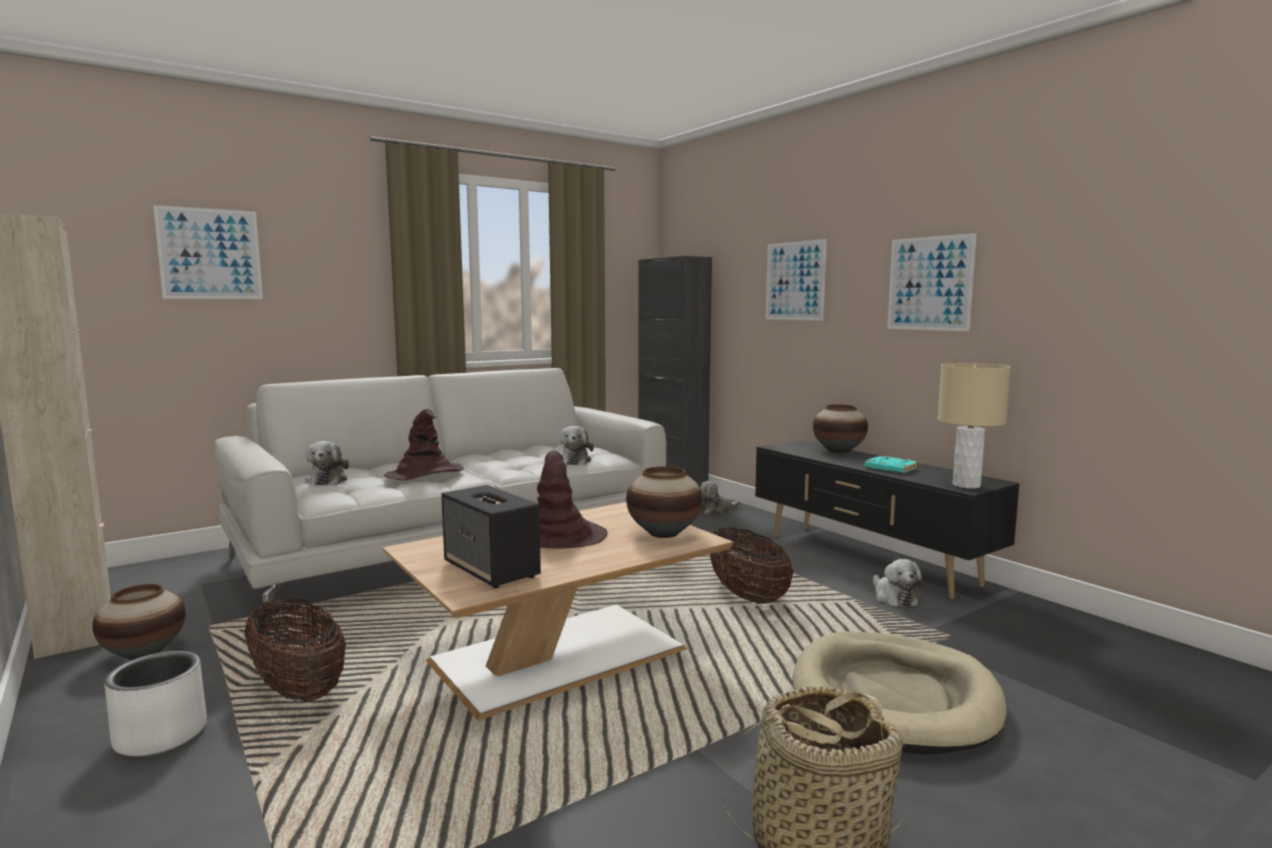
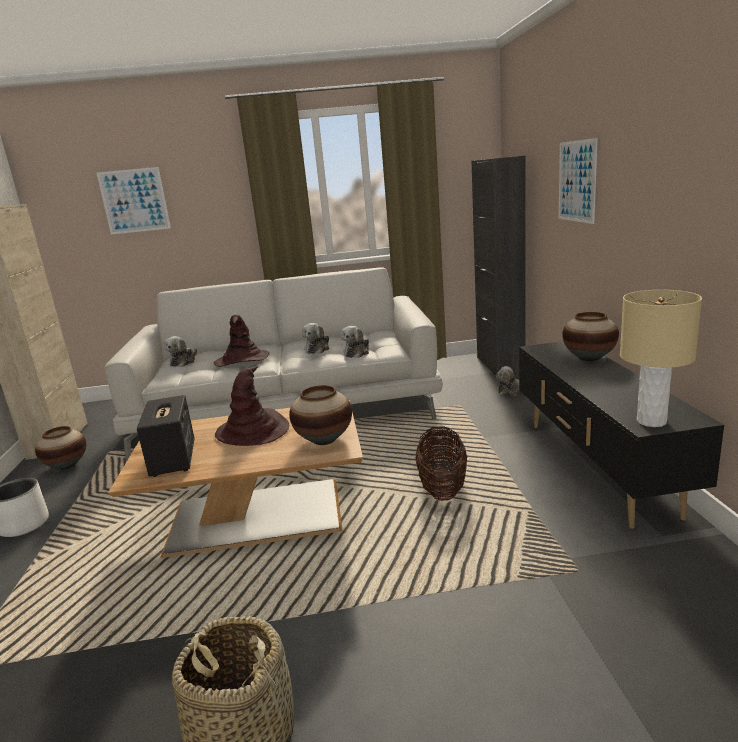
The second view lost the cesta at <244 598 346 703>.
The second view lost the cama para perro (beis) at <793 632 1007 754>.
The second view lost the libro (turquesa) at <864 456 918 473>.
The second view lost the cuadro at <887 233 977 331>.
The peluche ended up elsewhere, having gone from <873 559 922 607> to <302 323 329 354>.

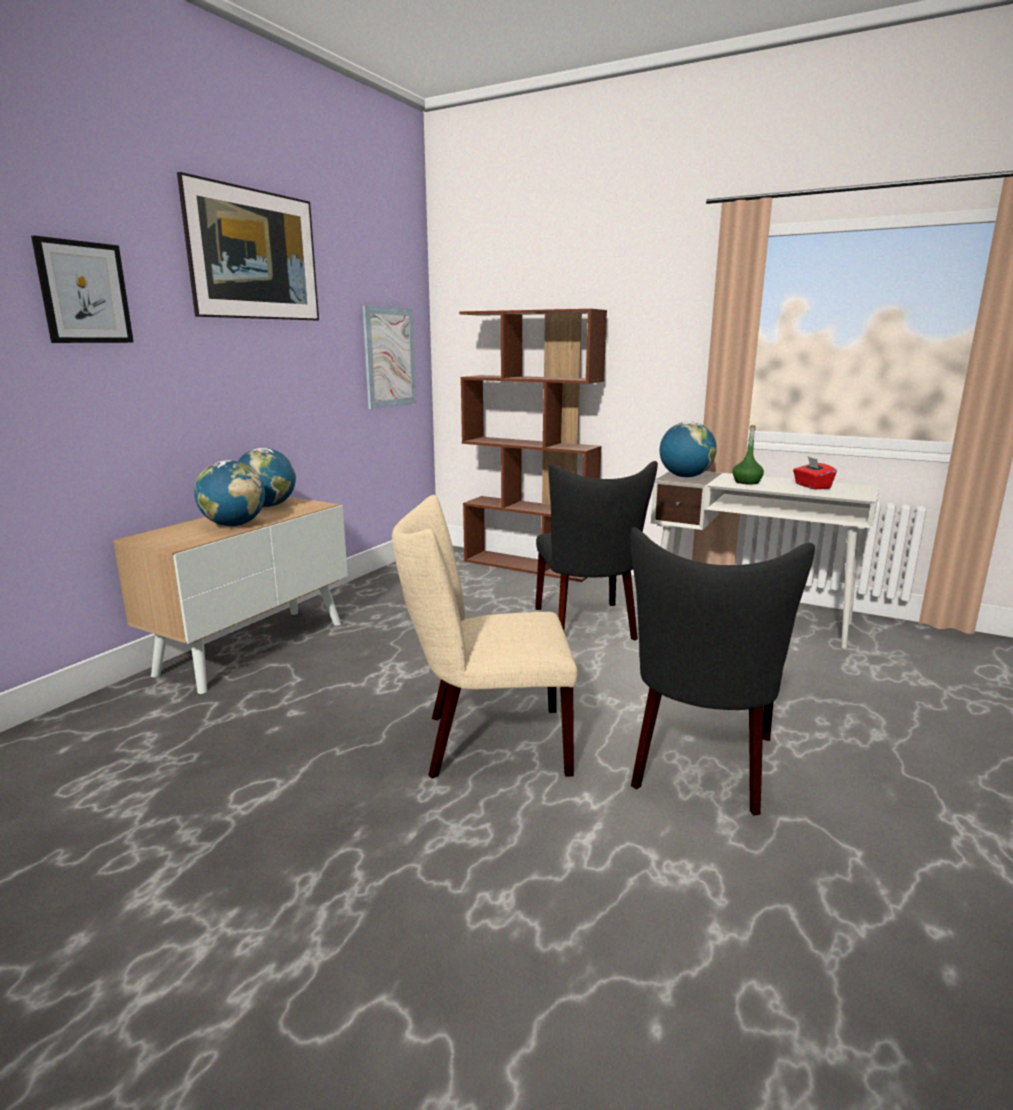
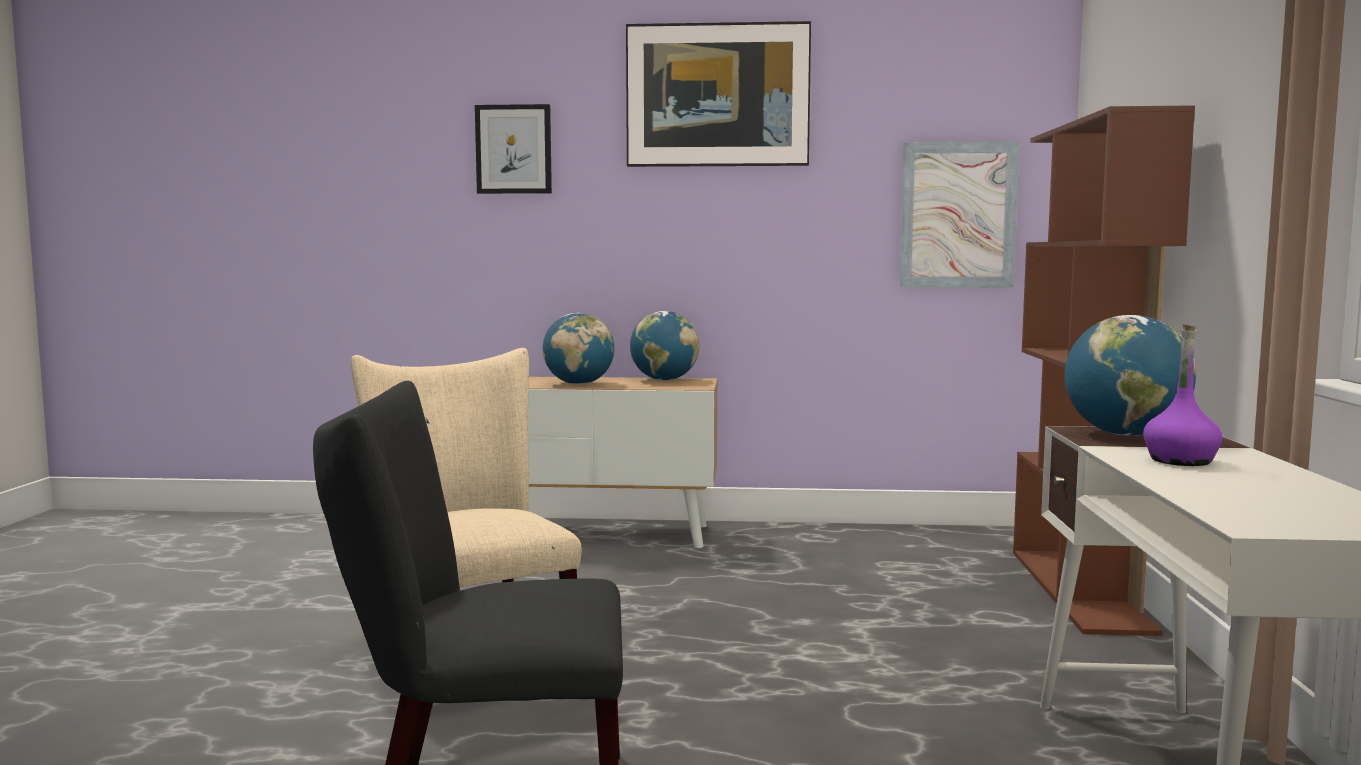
The second view lost the silla (negro) at <535 461 658 640>.
The second view lost the caja de pañuelos (rojo) at <793 457 837 489>.
What was the botella (verde) at <732 425 764 485> turned into the botella (morado) at <1143 324 1223 466>.

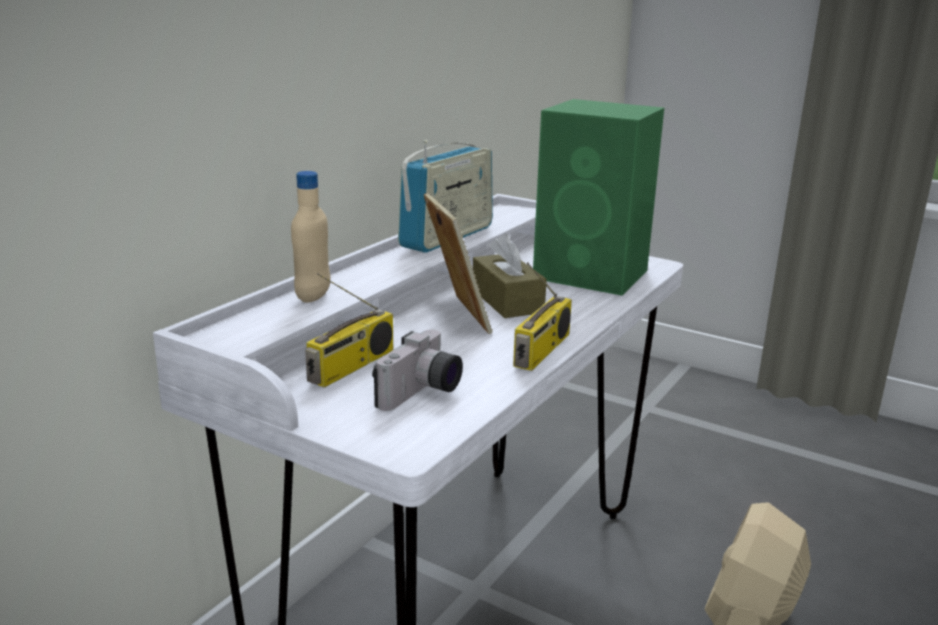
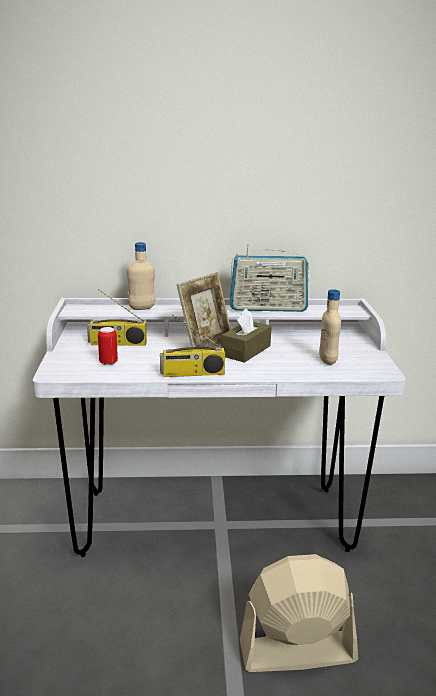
Where the cámara stood at <372 329 463 411>, the lata came to stand at <98 327 118 365>.
Where the altavoz (verde) stood at <533 99 664 296>, the botella (beis) came to stand at <319 289 341 365>.

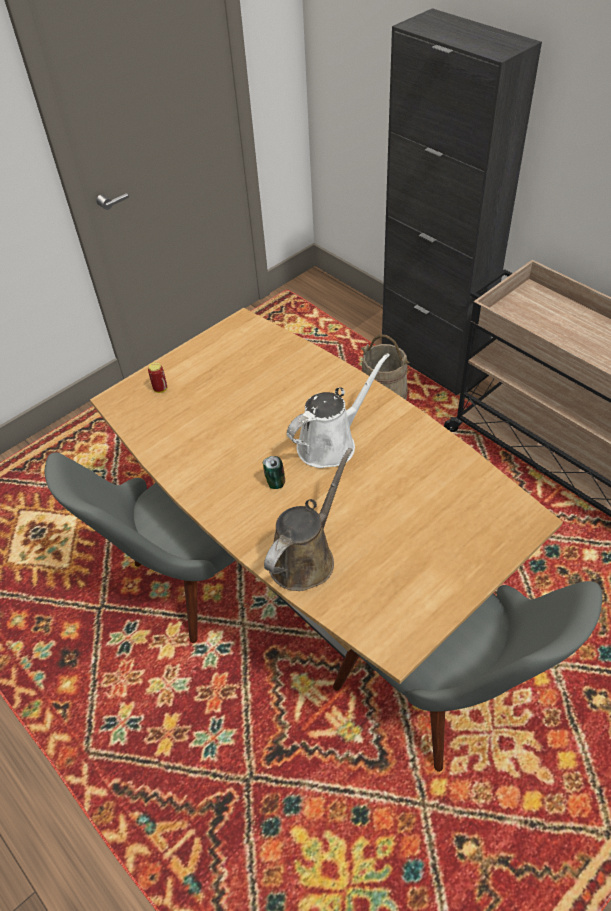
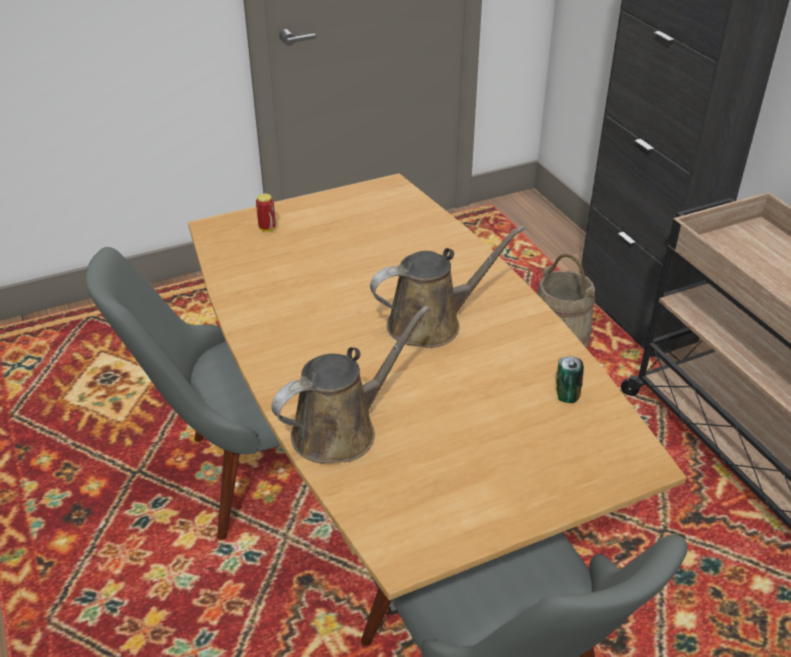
The lata ended up elsewhere, having gone from <263 456 285 489> to <556 356 584 403>.
What was the regadera (blanco) at <287 353 390 468> turned into the regadera (marrón) at <370 226 525 348>.

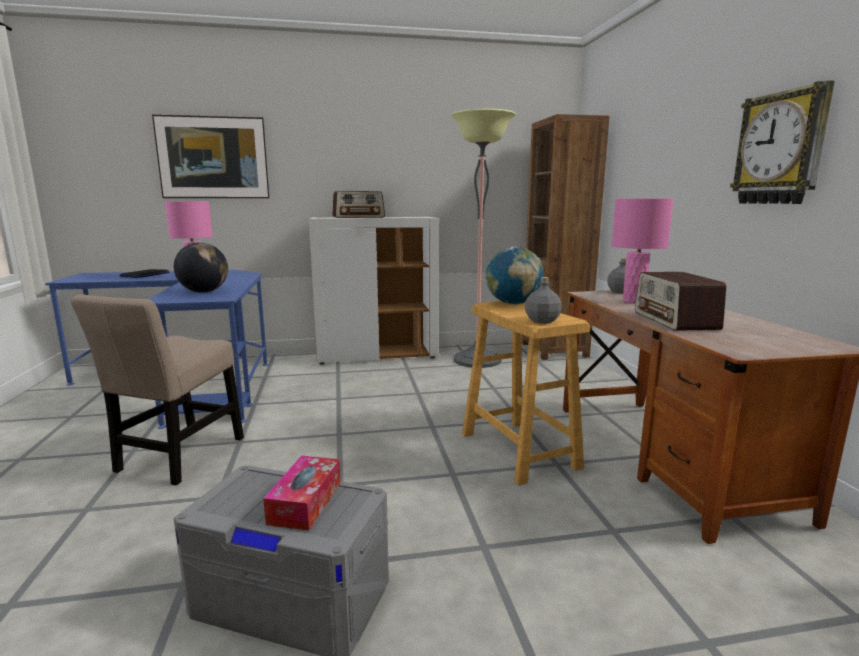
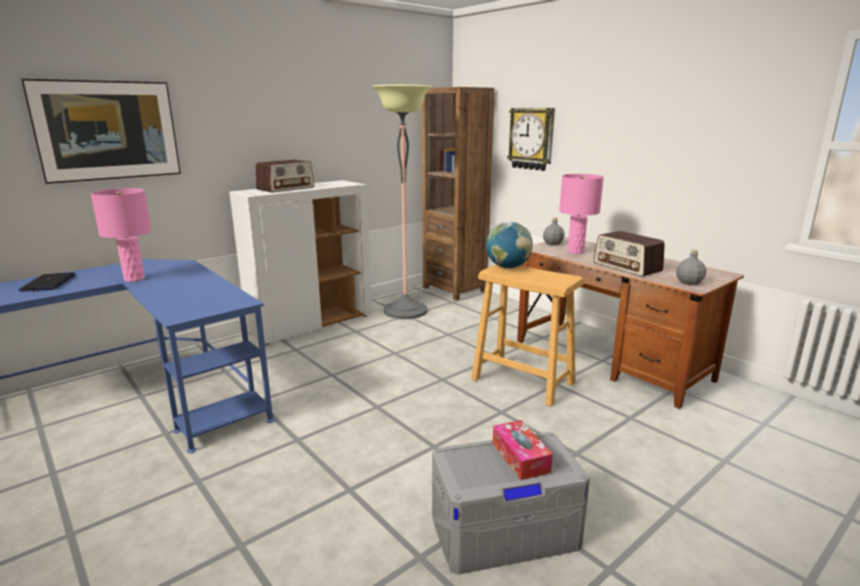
The second view lost the silla (beis) at <71 294 244 485>.
The second view lost the globo terráqueo at <174 242 228 293>.
The botella (gris) ended up elsewhere, having gone from <525 277 562 324> to <676 249 706 285>.
The reloj de pared ended up elsewhere, having gone from <730 80 835 204> to <507 108 555 171>.

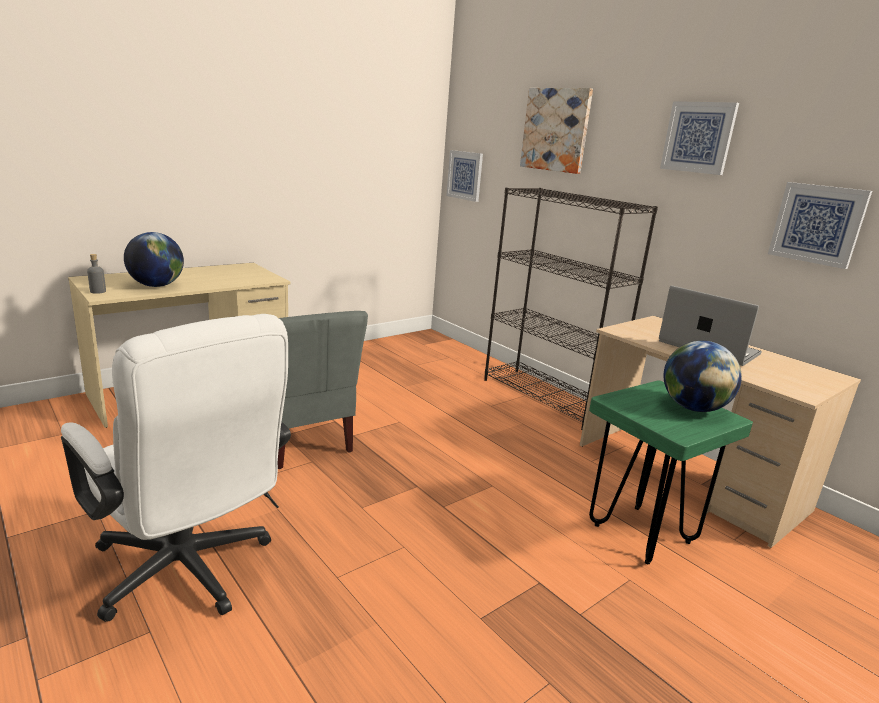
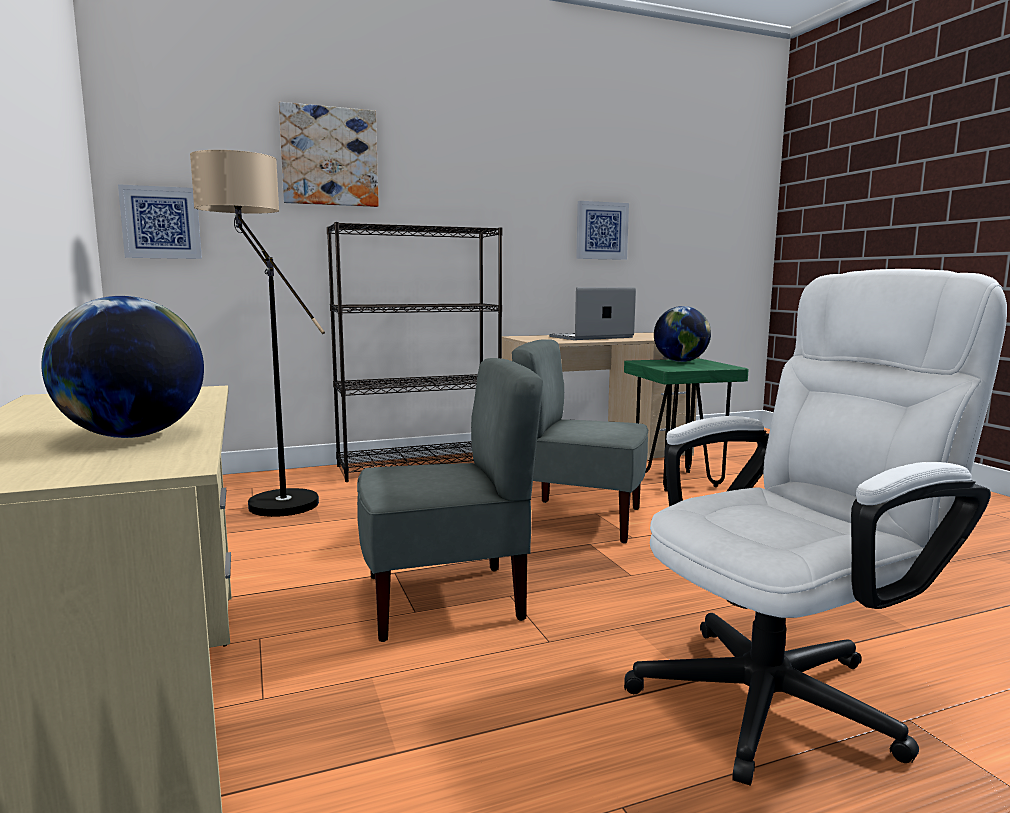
The second view lost the botella (gris) at <87 254 106 294>.
The second view lost the cuadro at <660 101 739 175>.
The second view gained the lámpara de pie at <190 150 325 517>.
The second view gained the silla (gris) at <512 339 648 543>.

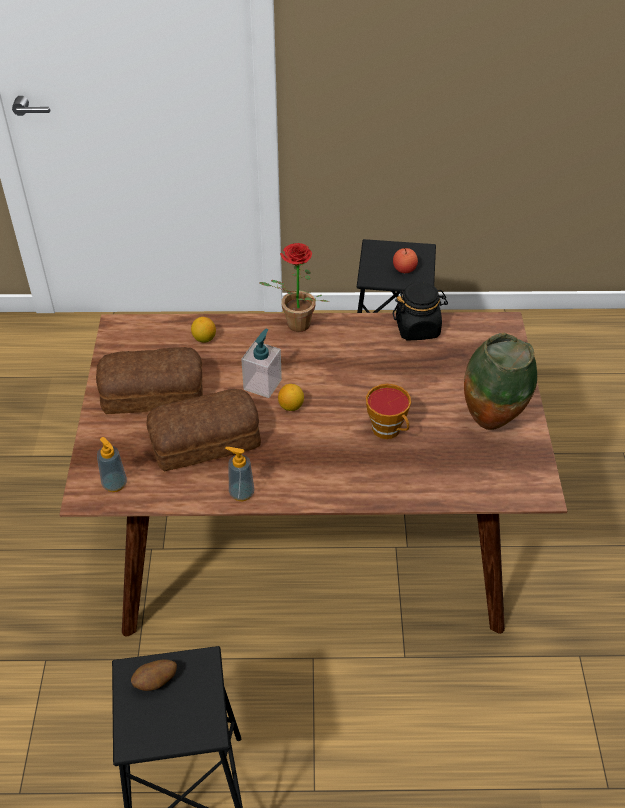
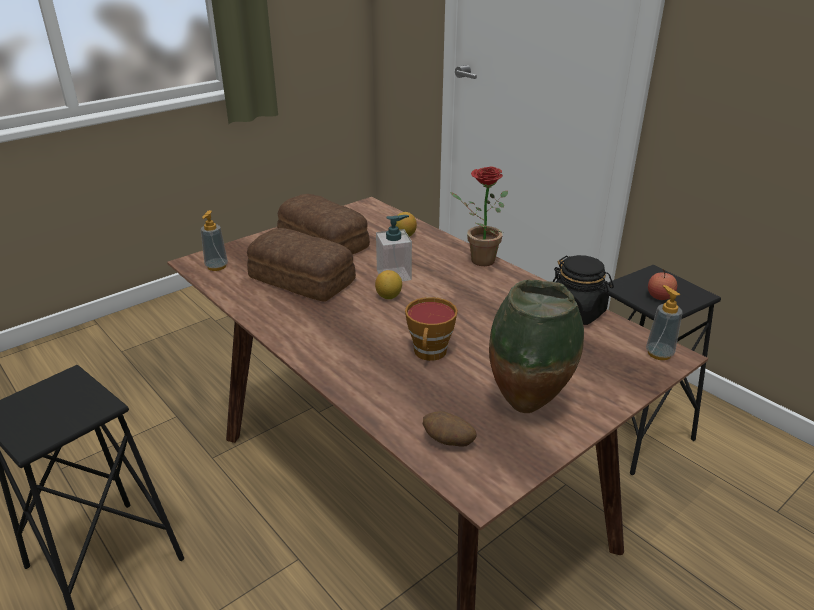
The patata ended up elsewhere, having gone from <131 660 177 691> to <423 411 477 447>.
The dispensador de jabón ended up elsewhere, having gone from <225 447 254 501> to <646 285 683 360>.

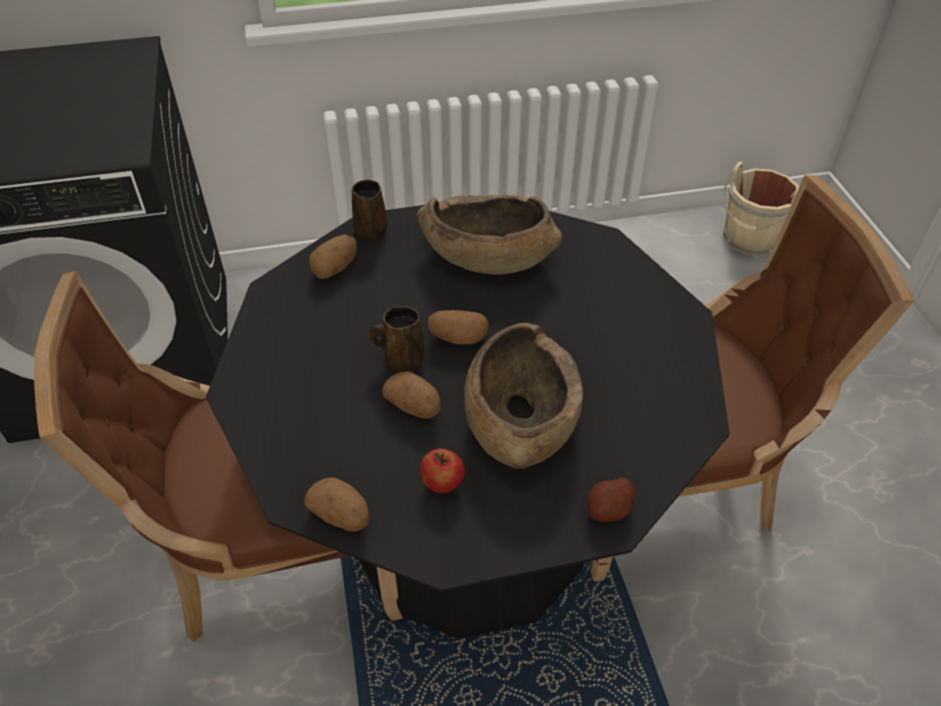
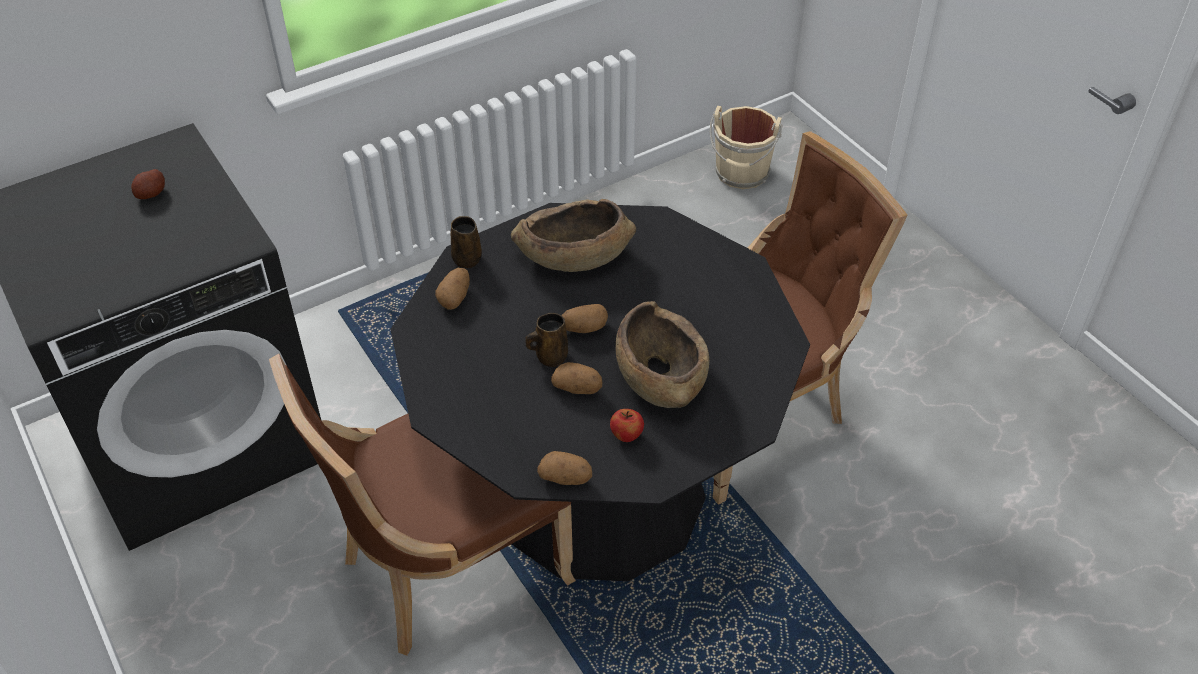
The patata ended up elsewhere, having gone from <587 478 636 522> to <131 169 165 199>.

